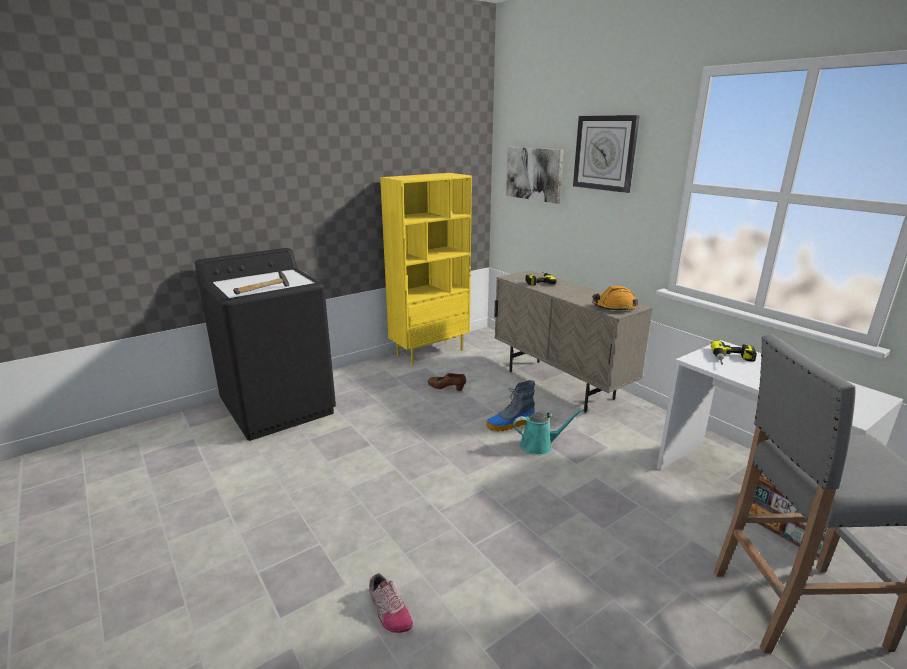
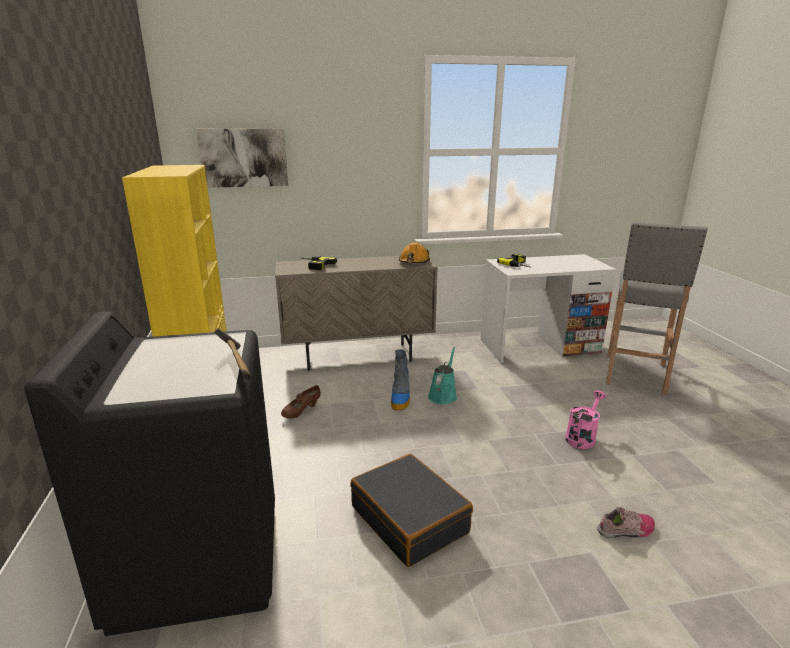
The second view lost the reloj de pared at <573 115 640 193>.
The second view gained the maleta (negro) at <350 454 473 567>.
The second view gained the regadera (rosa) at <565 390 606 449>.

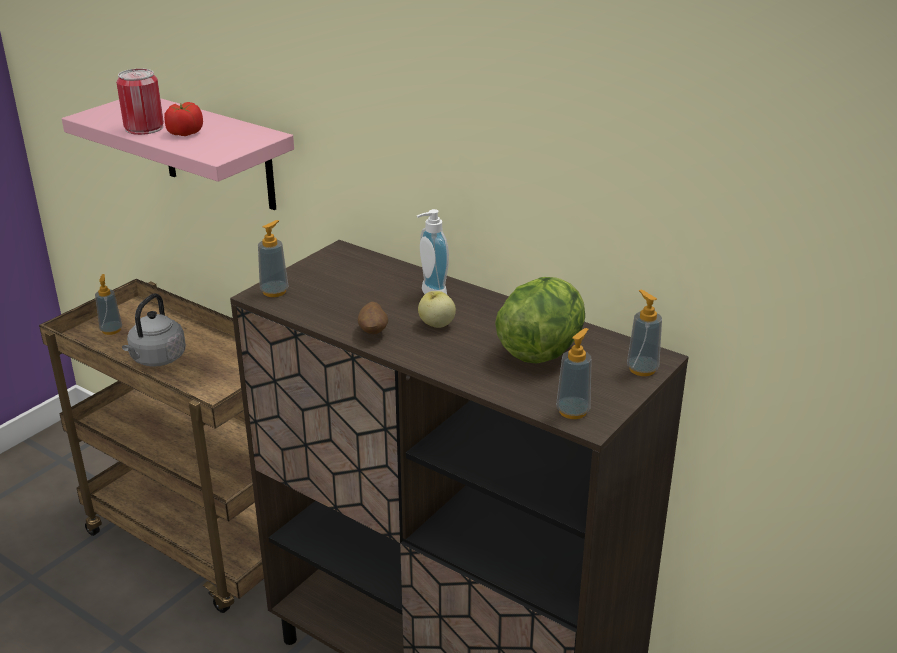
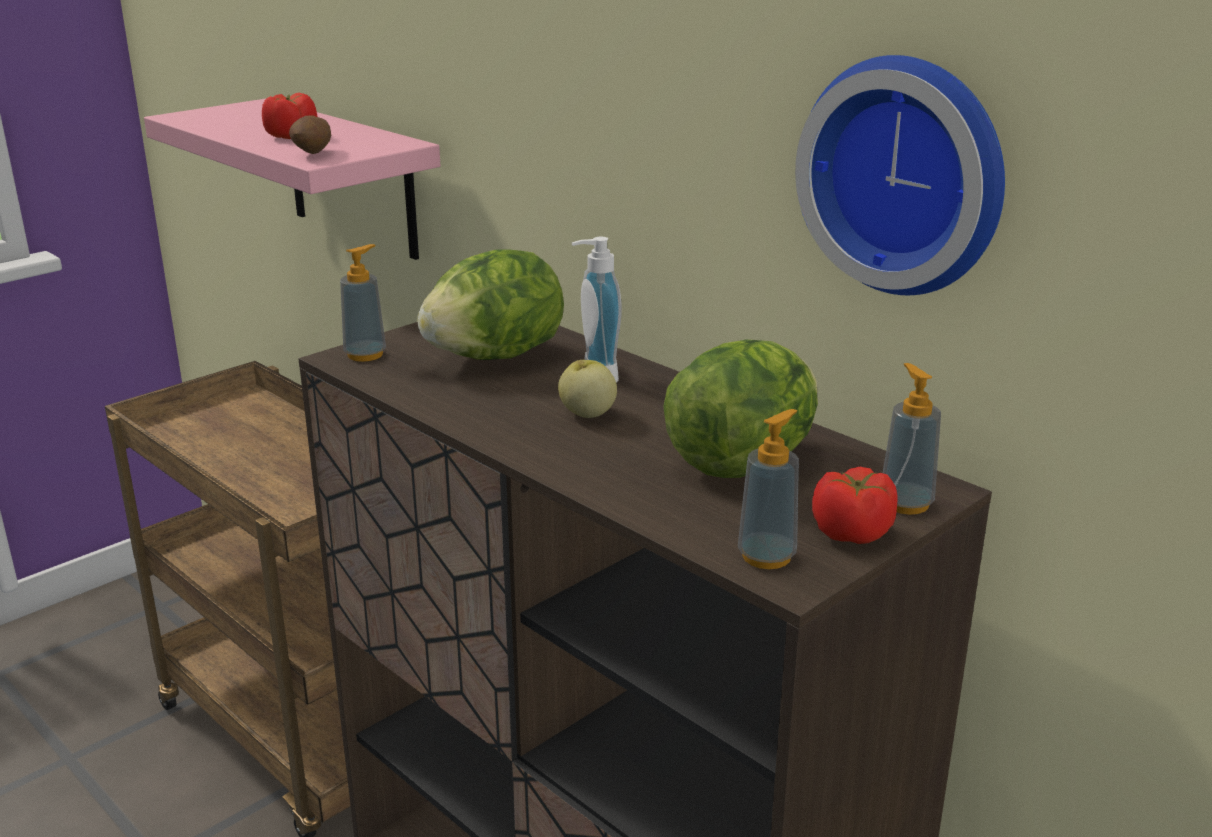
The second view lost the dispensador de jabón at <95 274 122 335>.
The second view lost the lata at <116 69 164 135>.
The second view lost the hervidor (gris) at <122 293 186 367>.
The second view gained the lechuga at <417 249 564 360>.
The second view gained the reloj de pared at <795 55 1005 295>.
The second view gained the tomate at <812 467 897 544>.
The patata ended up elsewhere, having gone from <358 302 388 334> to <289 115 331 154>.

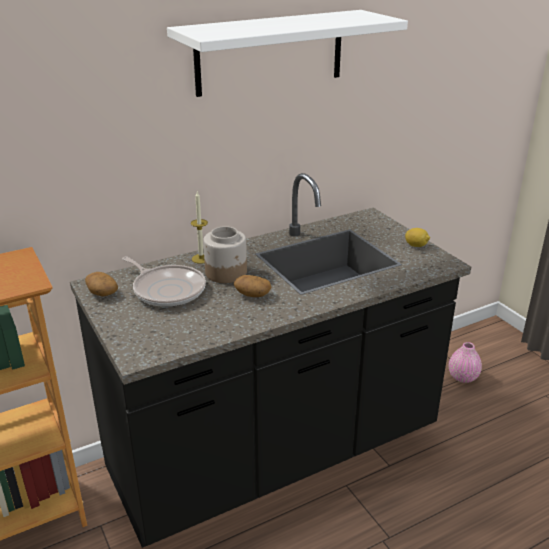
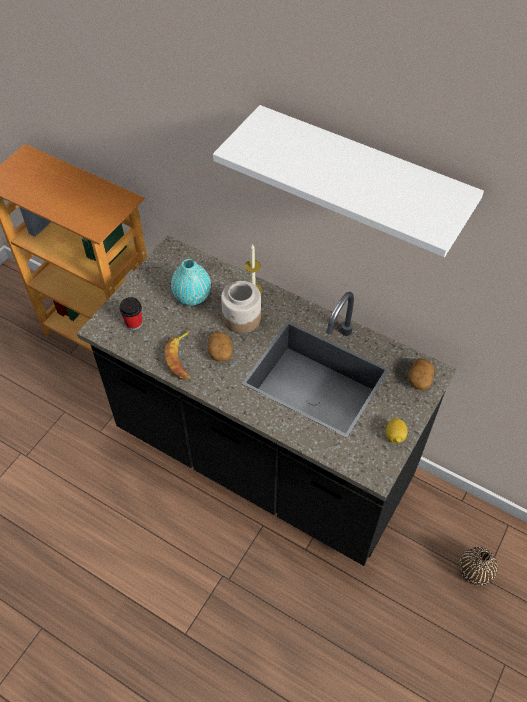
The second view gained the taza at <119 297 142 330>.
The second view gained the plátano at <165 330 190 380>.
The patata ended up elsewhere, having gone from <85 272 118 296> to <408 358 434 390>.
Where the sartén stood at <122 257 206 307>, the florero (turquesa) came to stand at <171 259 211 305>.
What was the florero (rosa) at <449 342 482 383> turned into the florero (marrón) at <459 547 498 585>.

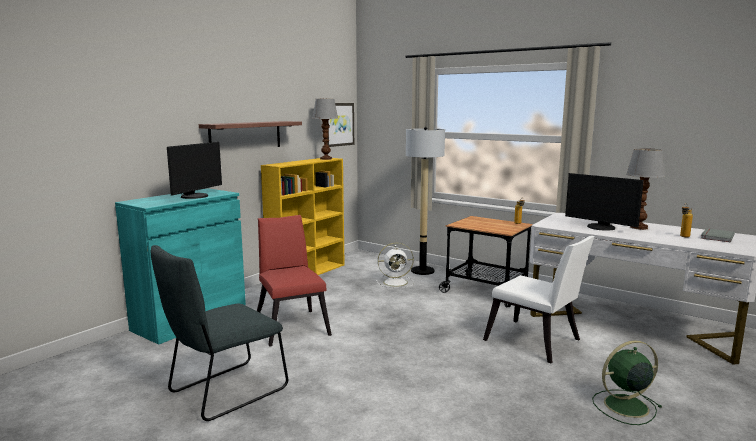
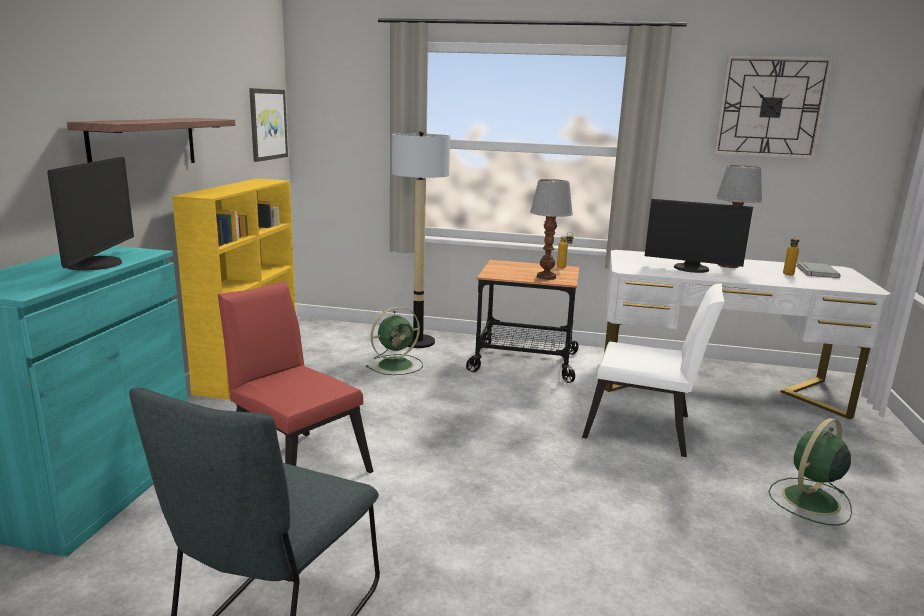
The second view gained the reloj de pared at <713 55 834 159>.
The lámpara de mesa ended up elsewhere, having gone from <312 99 338 160> to <530 179 573 280>.
What was the ventilador (blanco) at <376 243 414 288> turned into the ventilador (verde) at <366 307 423 375>.

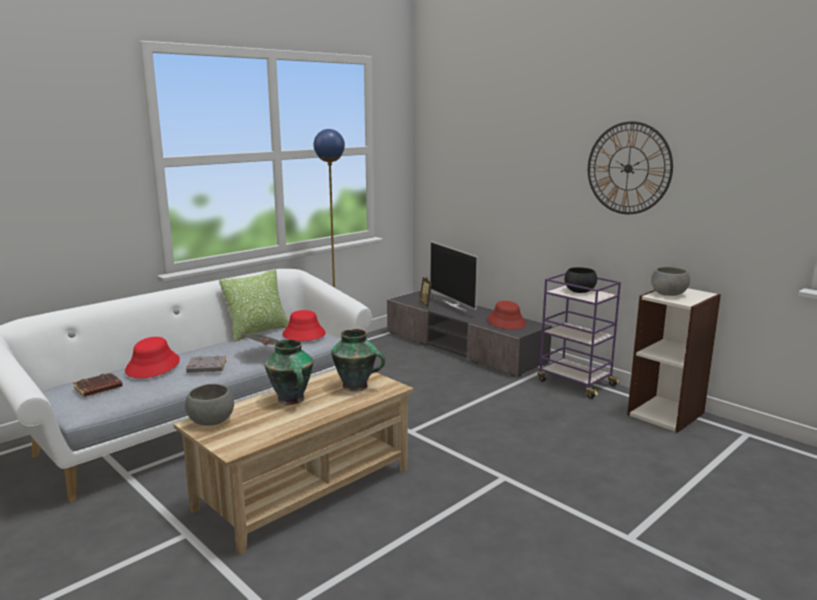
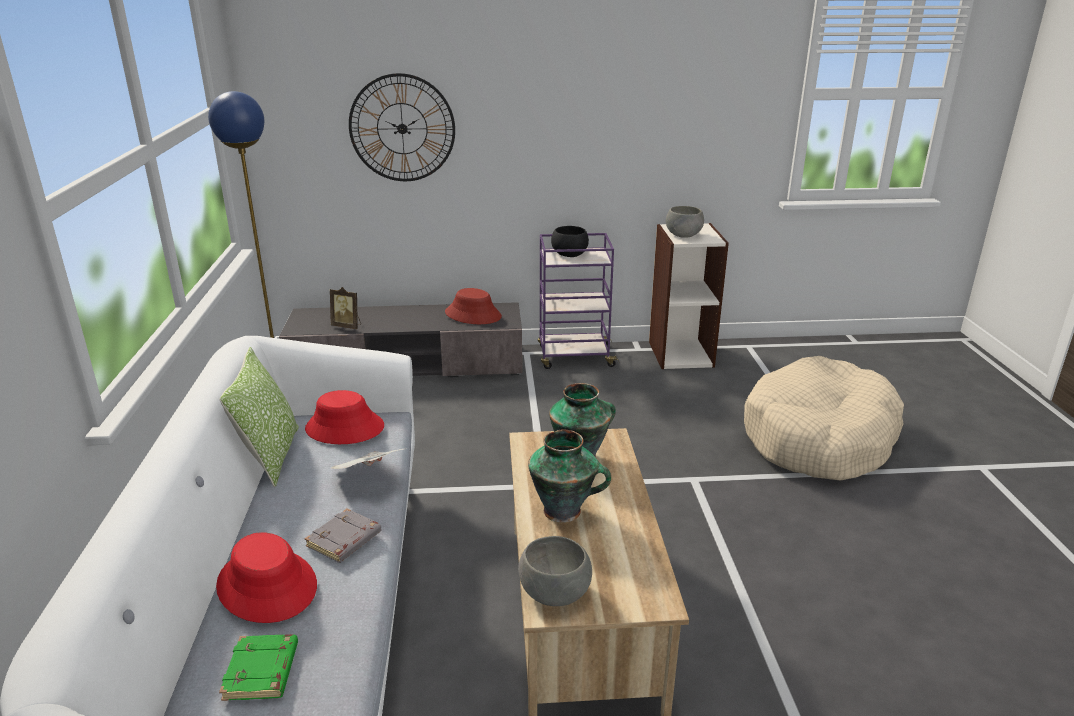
The second view lost the televisor at <430 241 478 311>.
The second view gained the cama para perro (beis) at <744 356 904 481>.
The reloj de pared ended up elsewhere, having gone from <588 121 673 214> to <349 73 455 181>.
What was the libro (marrón) at <73 373 123 397> turned into the libro (verde) at <219 634 298 701>.

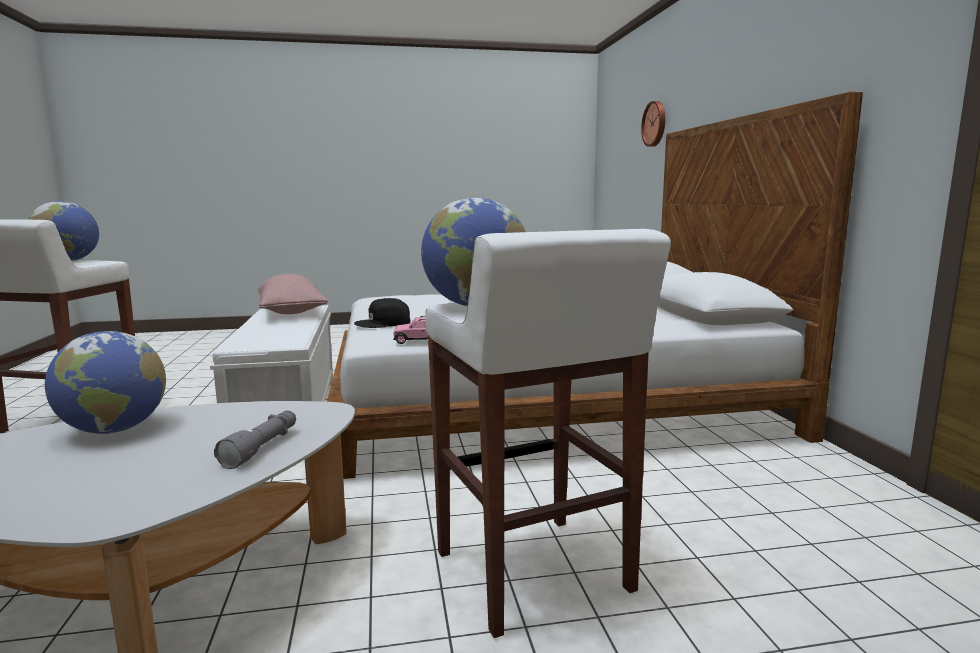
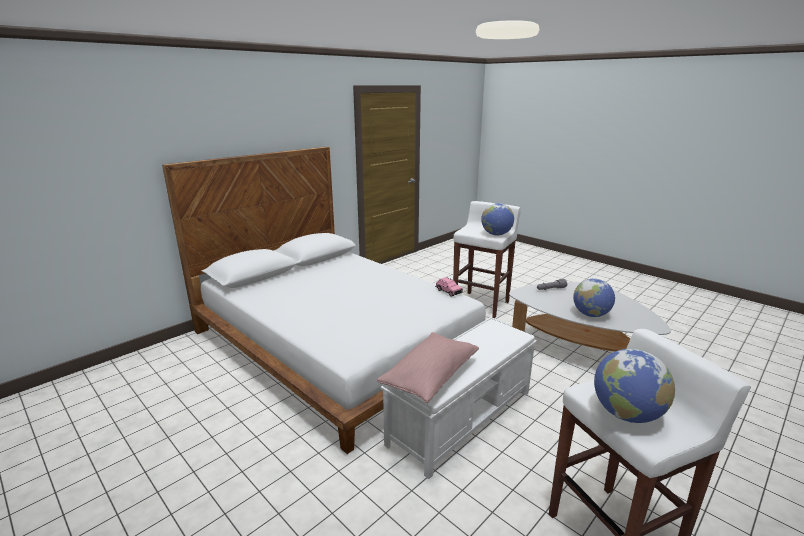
The second view lost the gorra (negro) at <354 298 410 328>.
The second view lost the reloj de pared at <641 101 665 147>.

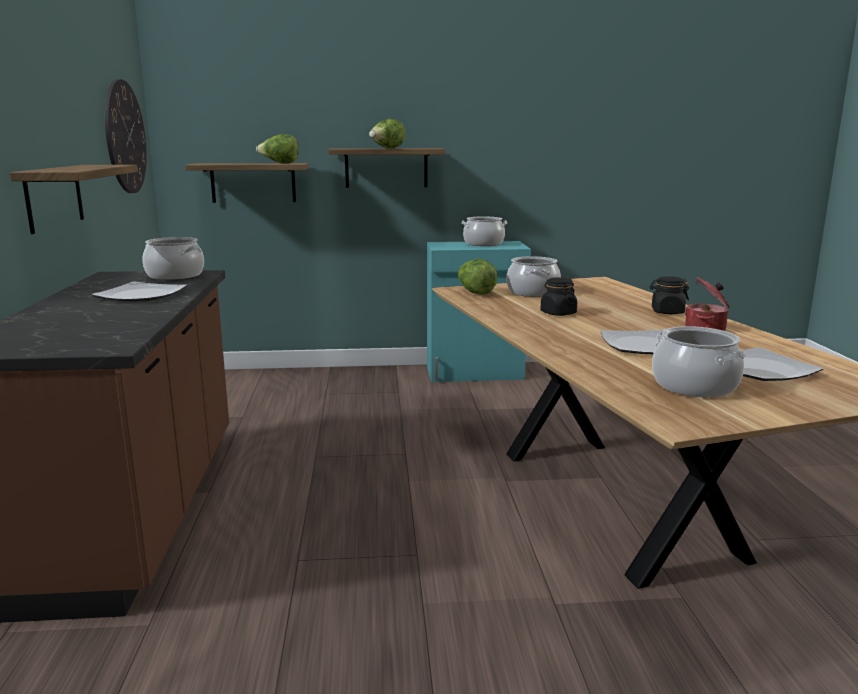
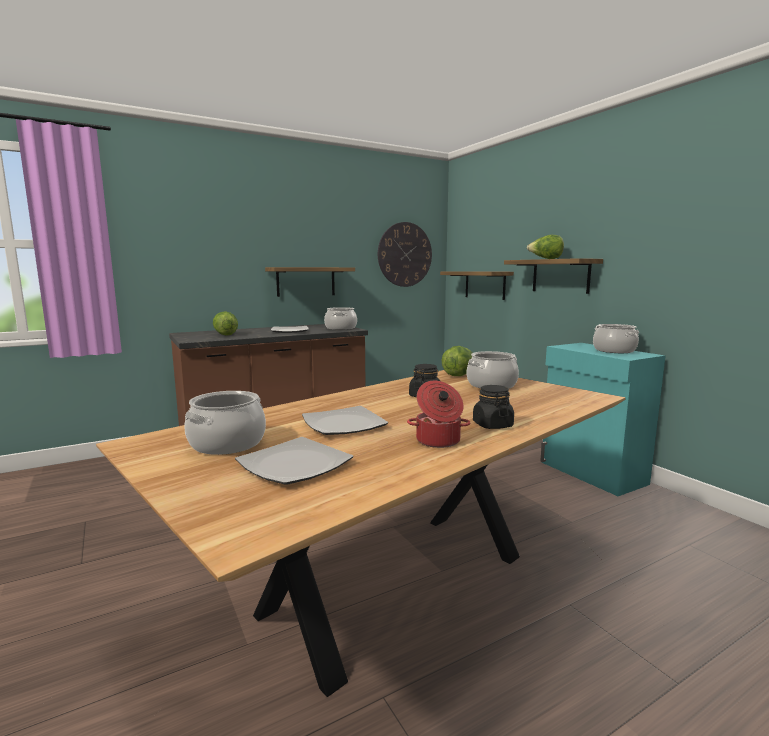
The lechuga ended up elsewhere, having gone from <256 134 299 164> to <213 311 238 336>.

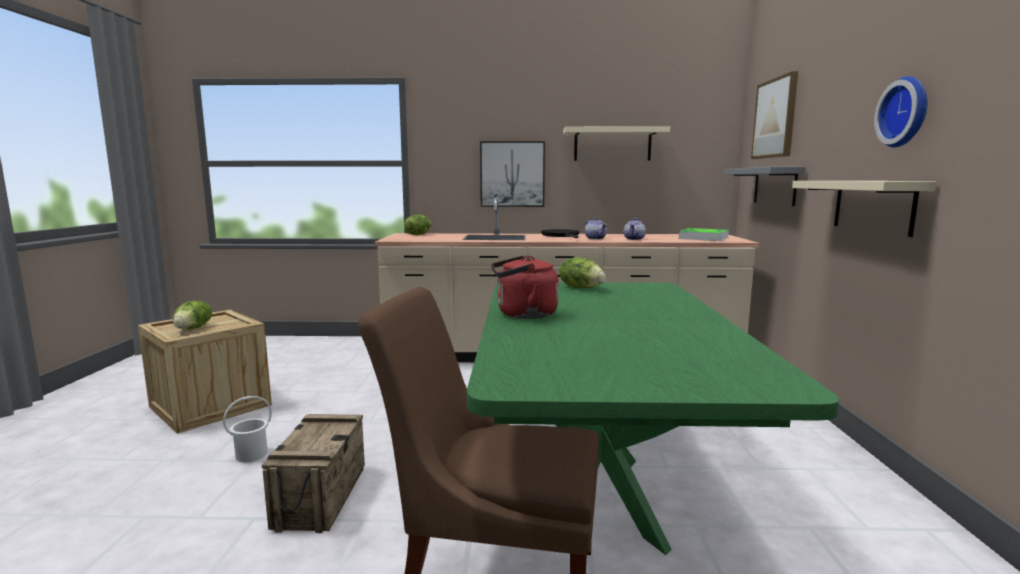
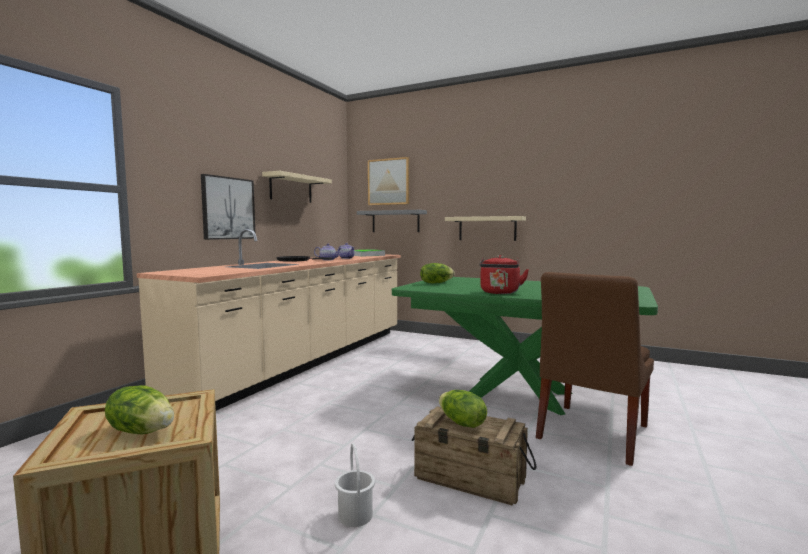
The second view lost the reloj de pared at <874 76 927 147>.
The lechuga ended up elsewhere, having gone from <404 214 431 235> to <439 390 487 428>.

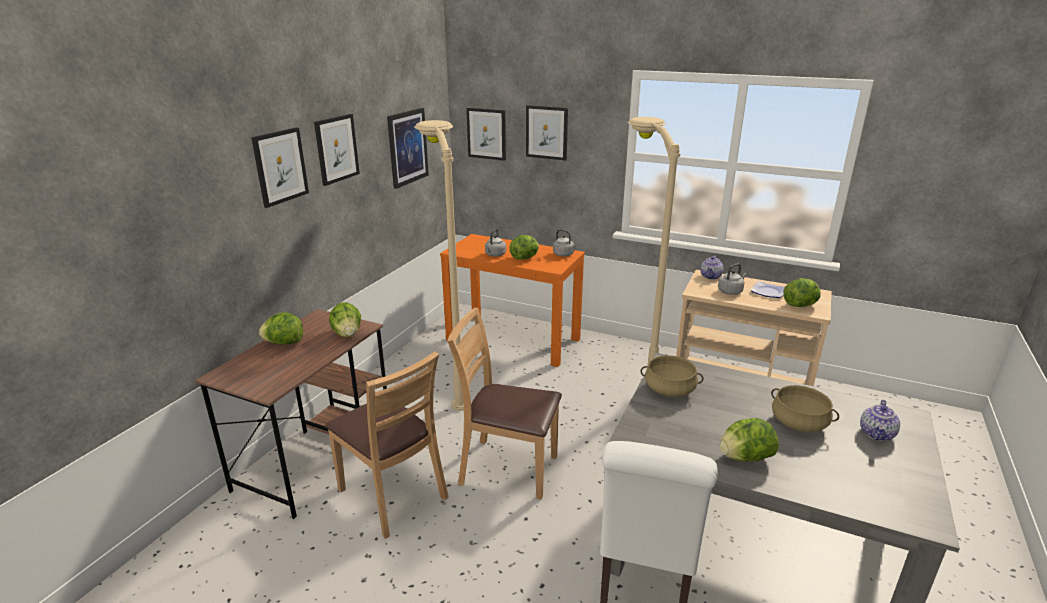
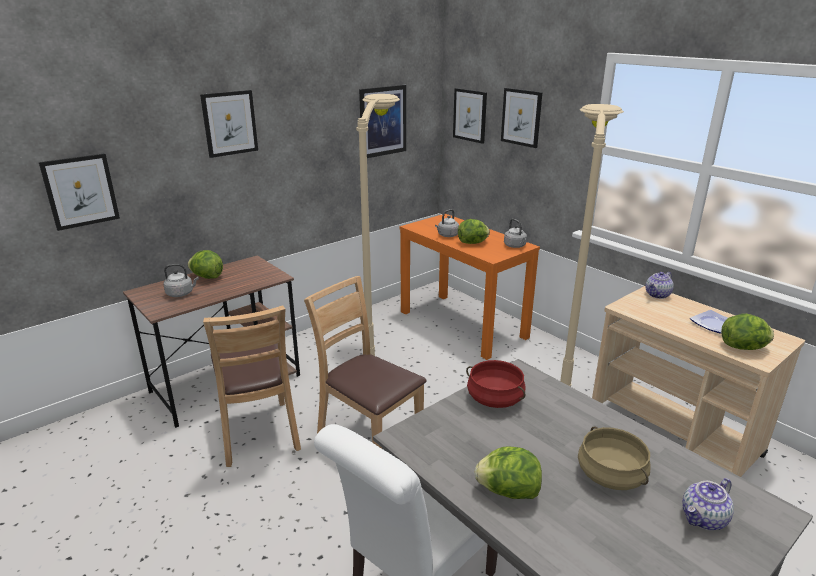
The second view lost the lechuga at <329 302 361 337>.
The cuadro ended up elsewhere, having gone from <314 114 360 186> to <39 153 120 231>.
The hervidor (gris) ended up elsewhere, having gone from <718 263 747 295> to <164 264 199 297>.
What was the olla (beis) at <640 355 703 397> turned into the olla (rojo) at <466 360 525 408>.

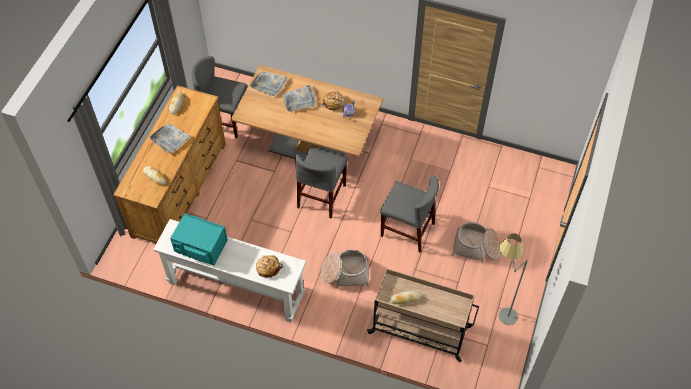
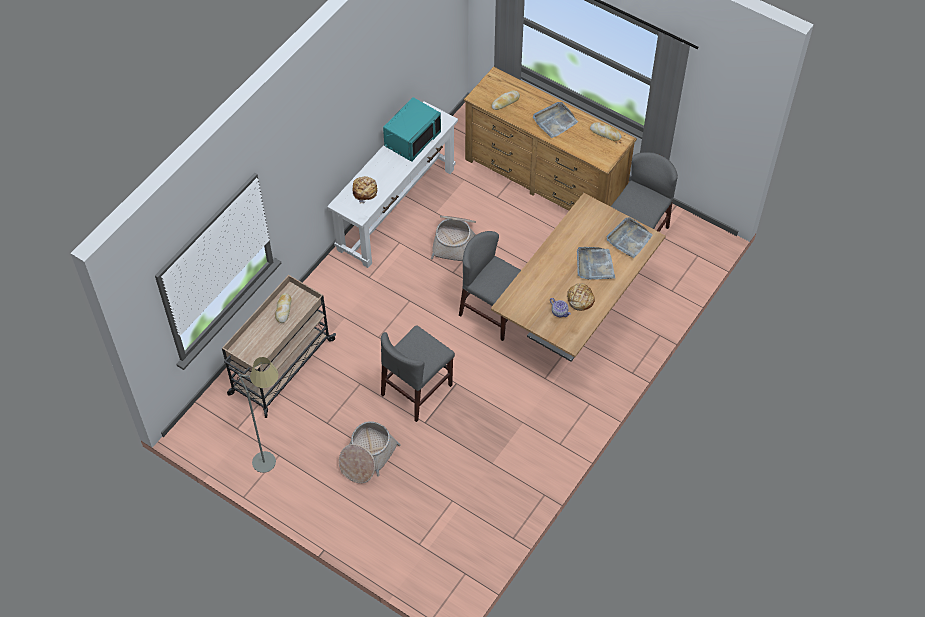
The cesta ended up elsewhere, having gone from <321 250 370 289> to <431 216 476 261>.

